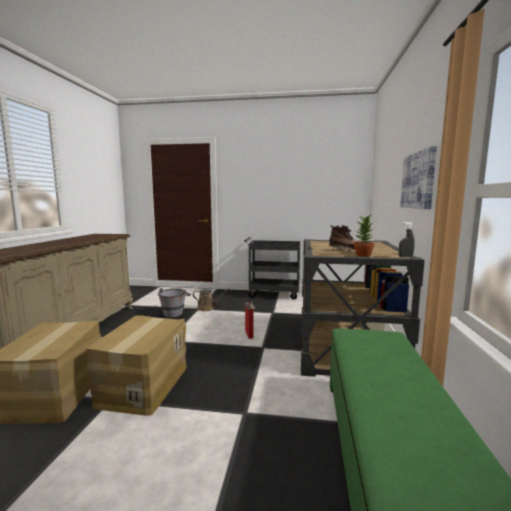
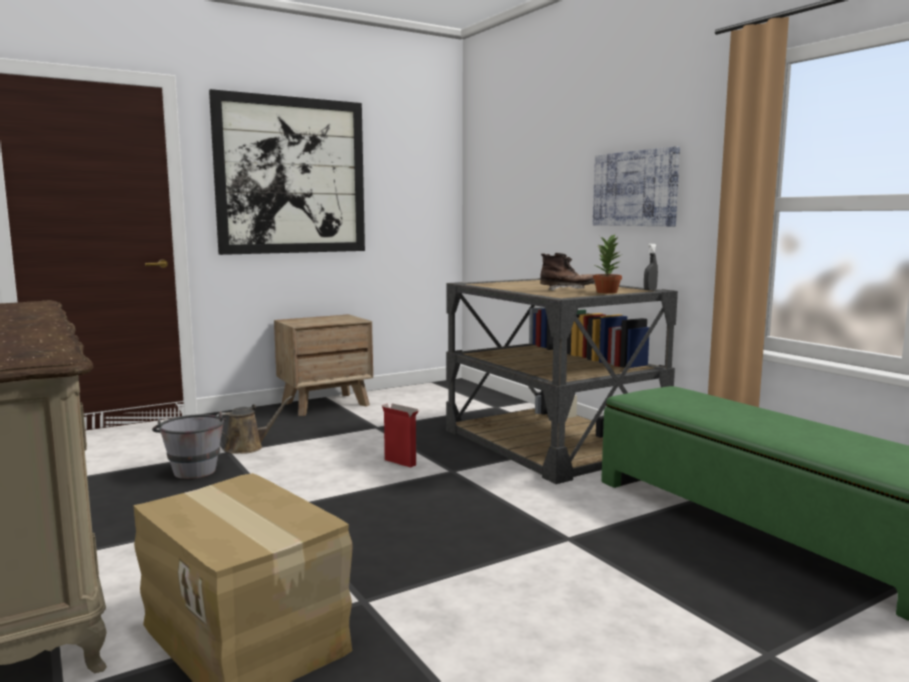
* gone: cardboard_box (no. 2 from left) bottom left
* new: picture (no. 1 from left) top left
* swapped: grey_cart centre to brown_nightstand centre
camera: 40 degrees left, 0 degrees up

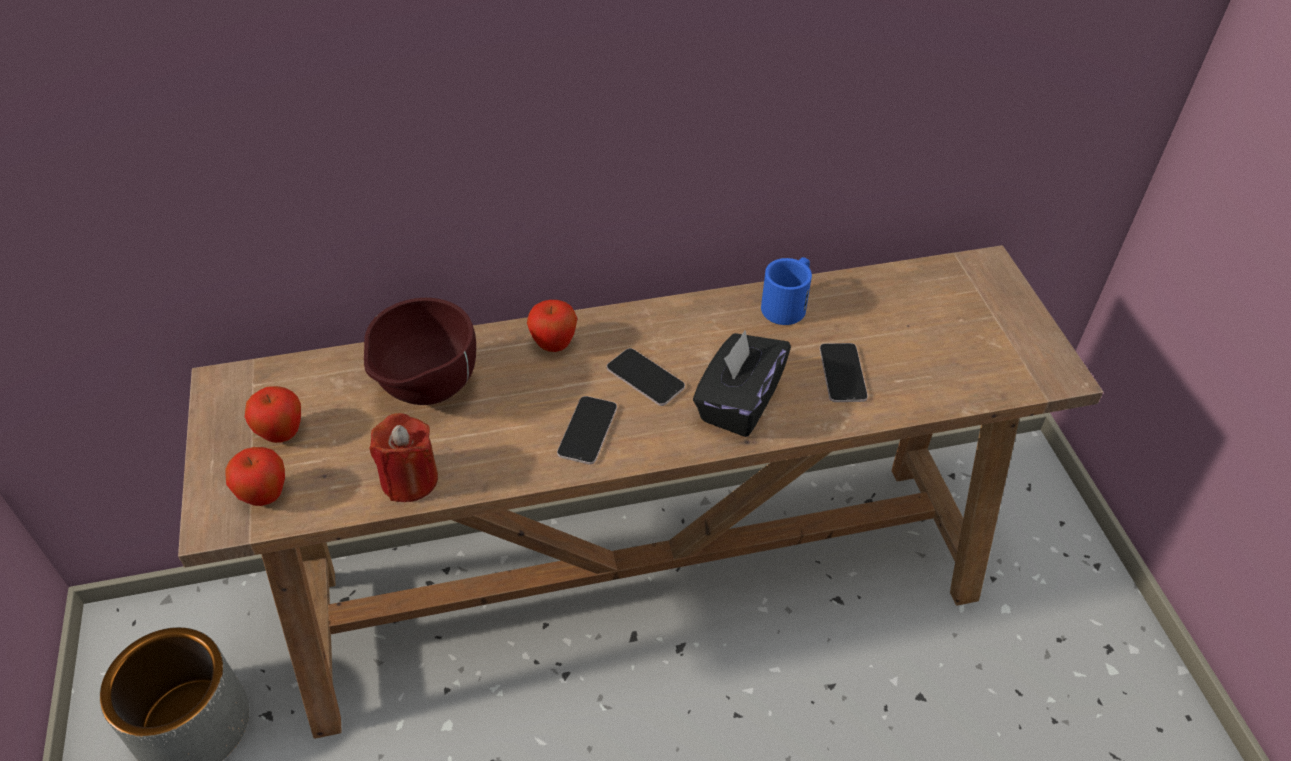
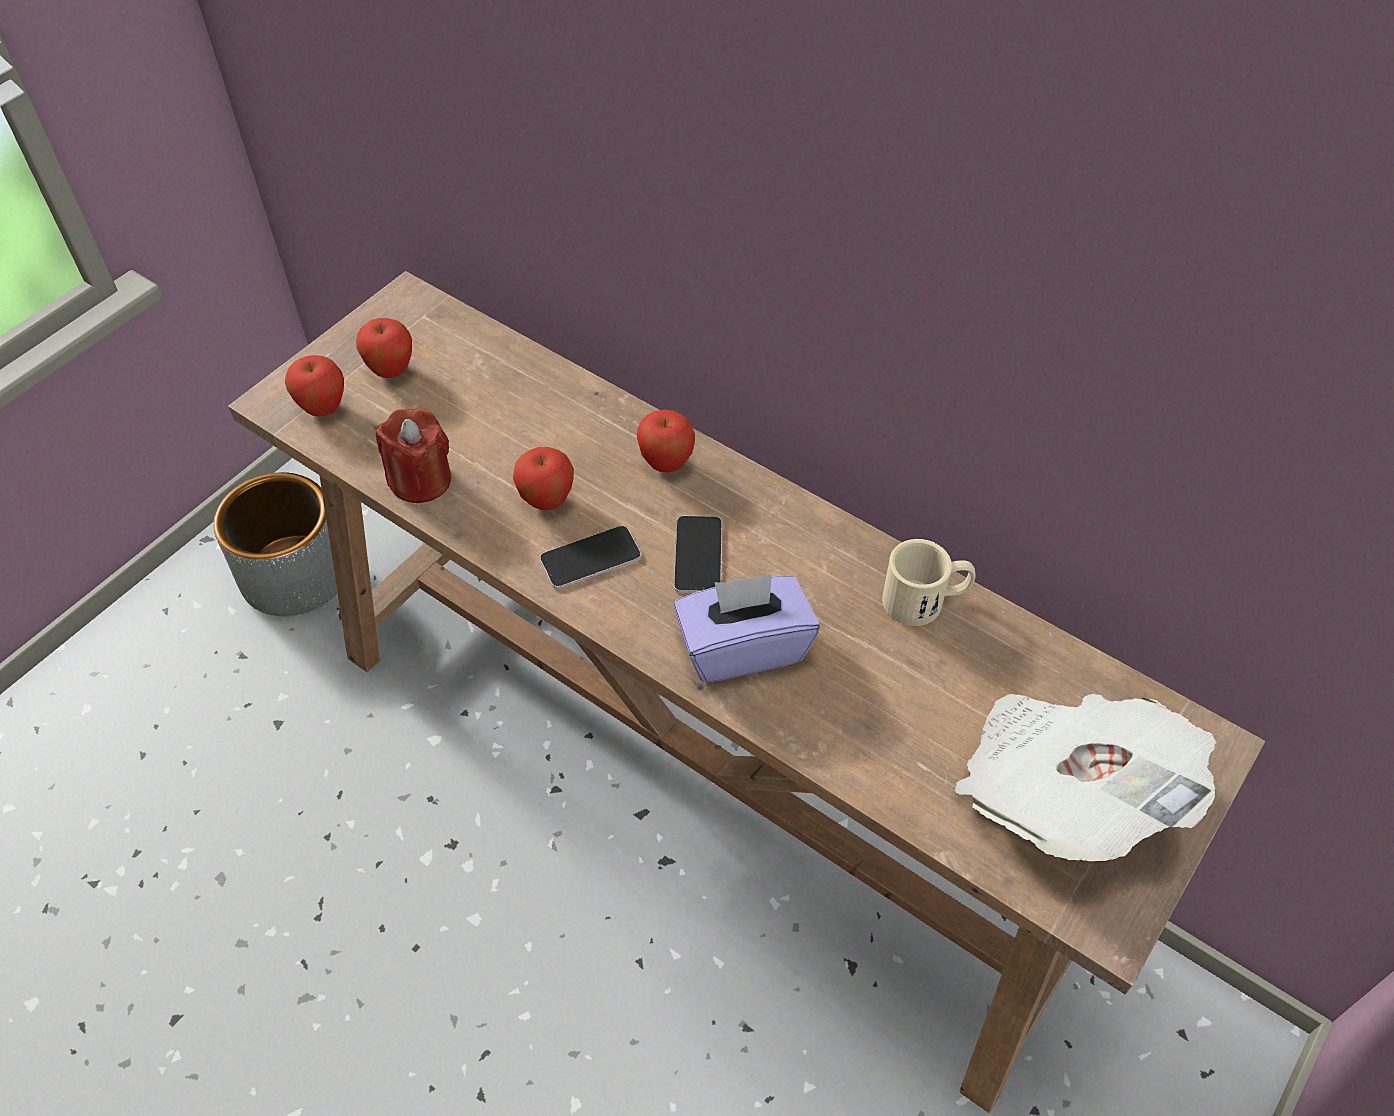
* gone: brown_bowl middle left
* gone: phone (no. 3 from left) centre
* new: apple (no. 3 from left) centre
* new: newspaper bottom right
* repainted: black_tissue_box centre to purple_tissue_box centre
* repainted: blue_mug centre to beige_mug centre
camera: 50 degrees right, 5 degrees up

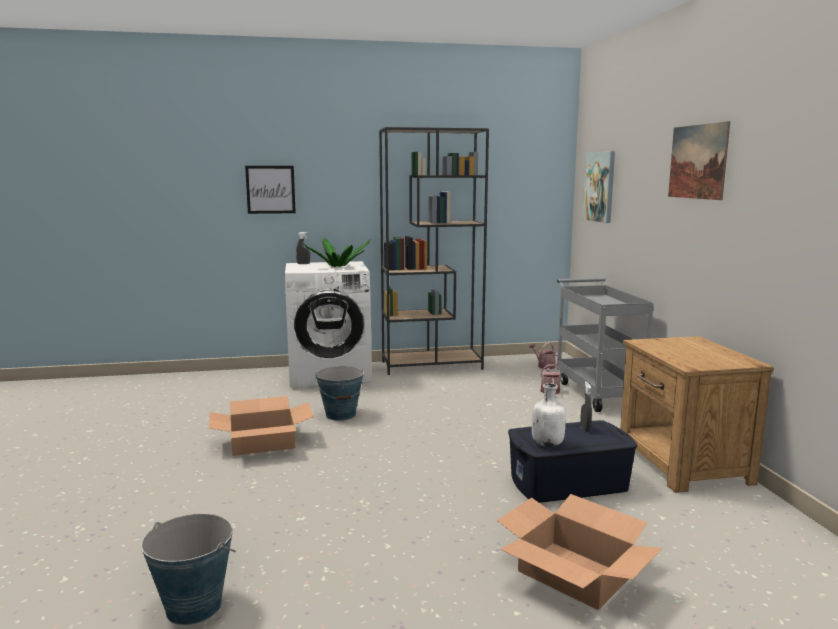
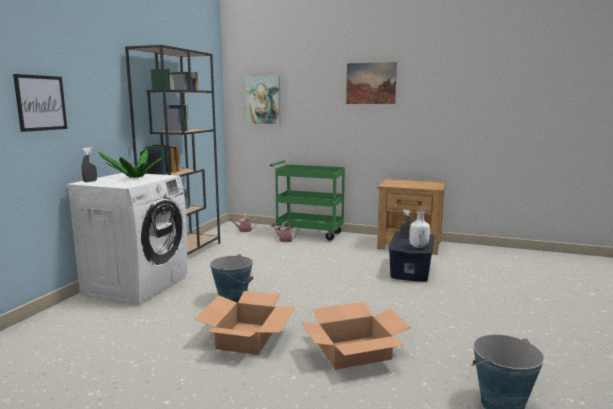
* shifted: cardboard_box (no. 2 from left) bottom right to bottom centre
* repainted: grey_cart middle right to green_cart centre
camera: 60 degrees left, 0 degrees up

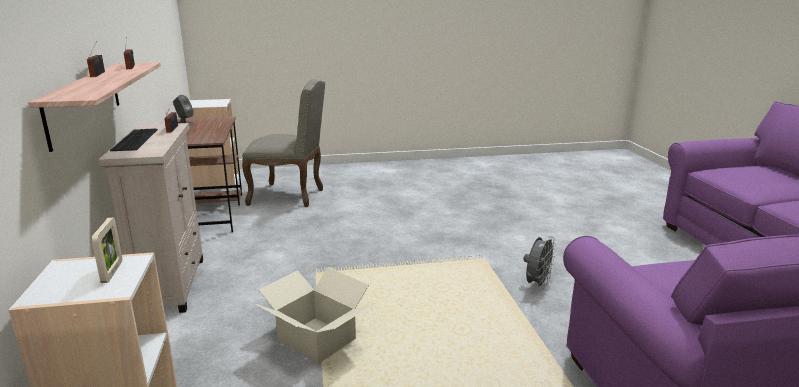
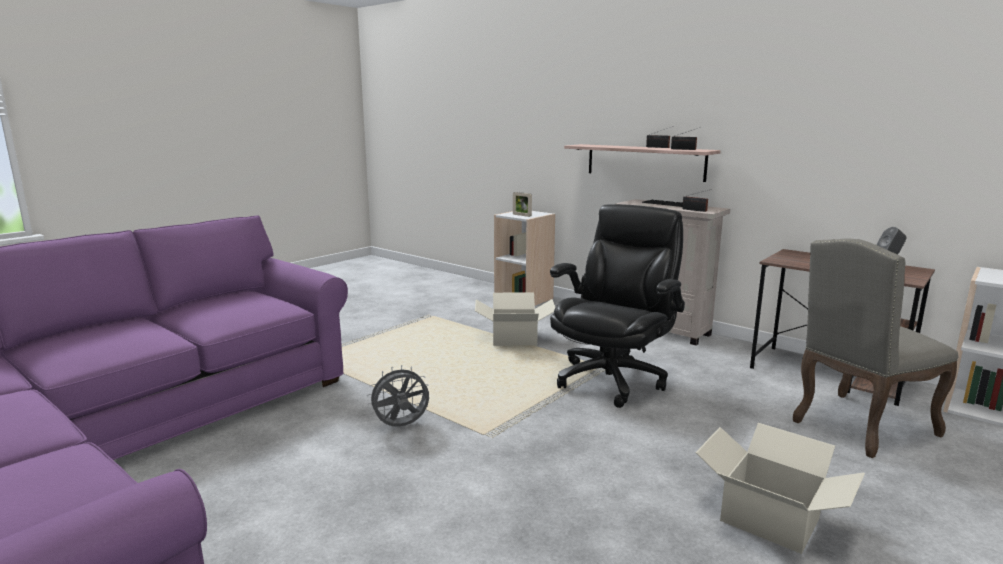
* new: black_office_chair centre
* new: cardboard_box (no. 2 from left) bottom right
* rotated: grey_fan bottom right = bottom centre 75 degrees clockwise
camera: 140 degrees right, 5 degrees down

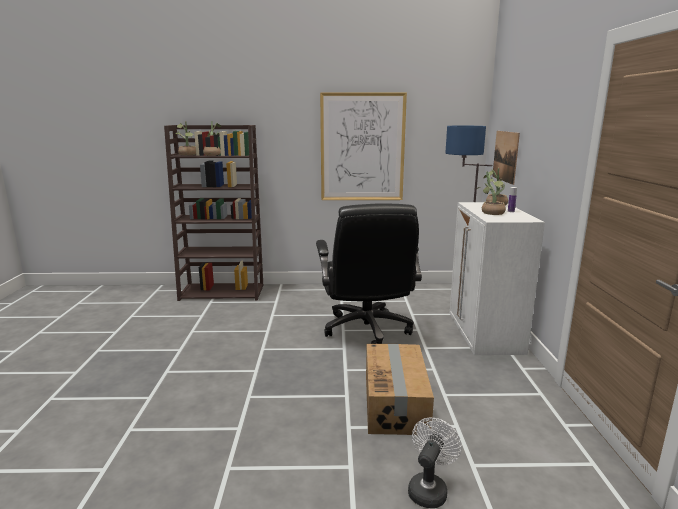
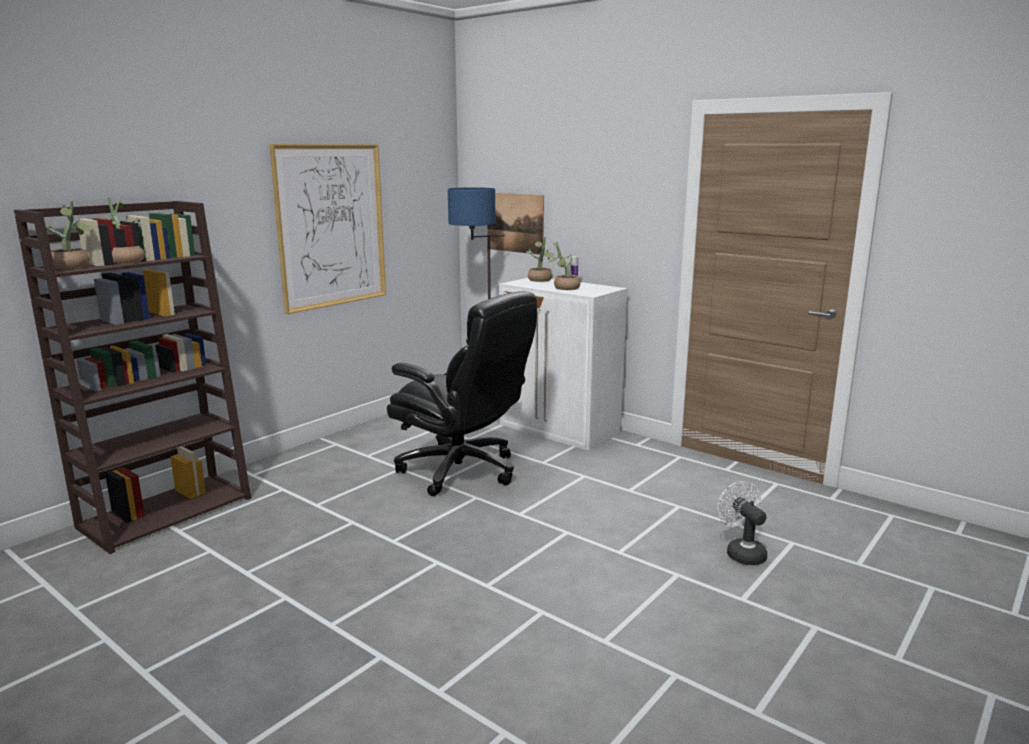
* gone: cardboard_box bottom centre
camera: 50 degrees left, 0 degrees up

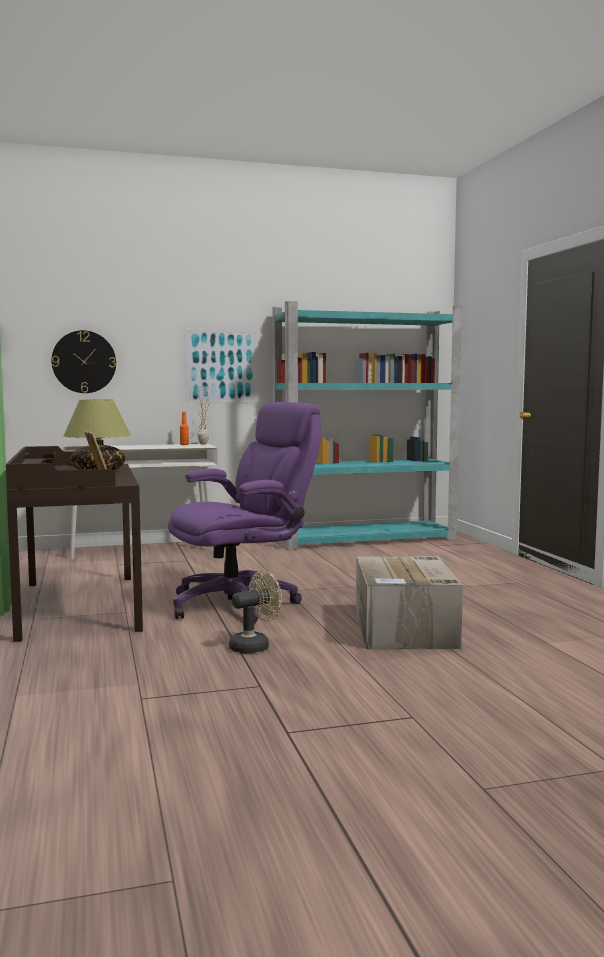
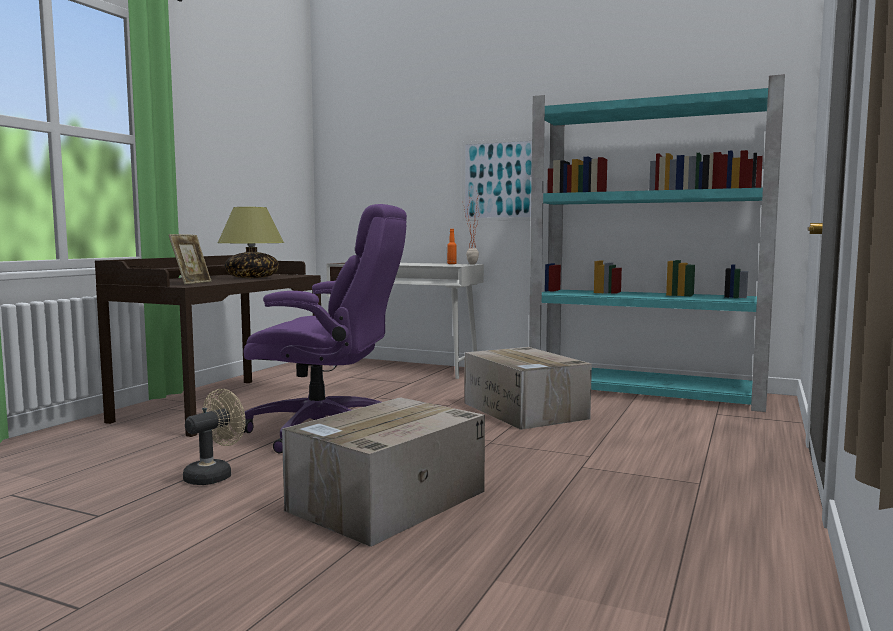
* gone: wall_clock middle left
* new: cardboard_box (no. 2 from left) centre
* rotated: beige_fan centre = bottom left 60 degrees counterclockwise
camera: 40 degrees right, 0 degrees up

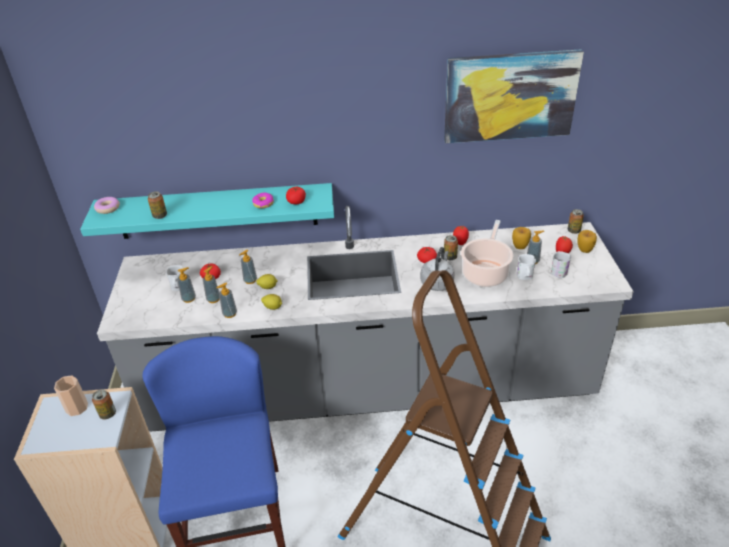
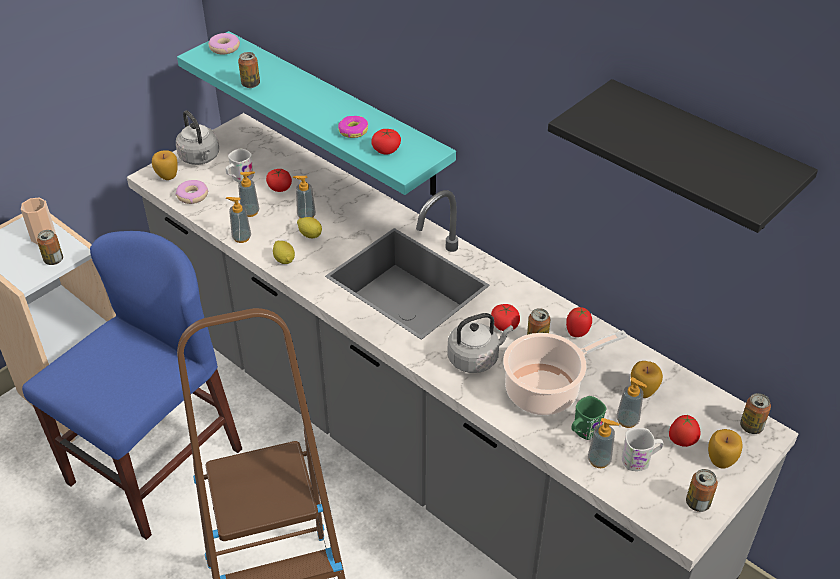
* new: apple (no. 1 from left) top left
* new: grey_kettle (no. 1 from left) top left
* new: donut (no. 1 from left) top left
* new: can (no. 4 from left) bottom right
* shifted: soap_dispenser (no. 1 from left in the first image) middle left to soap_dispenser (no. 4 from left) bottom right
* swapped: picture top right to black_shelf top right
* repainted: white_mug (no. 2 from left) middle right to green_mug bottom right
camera: 45 degrees right, 5 degrees up

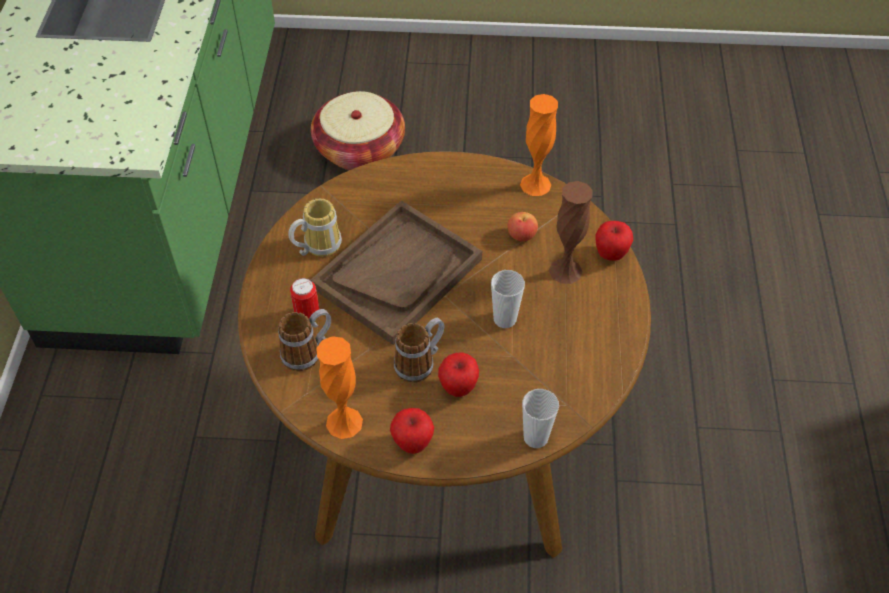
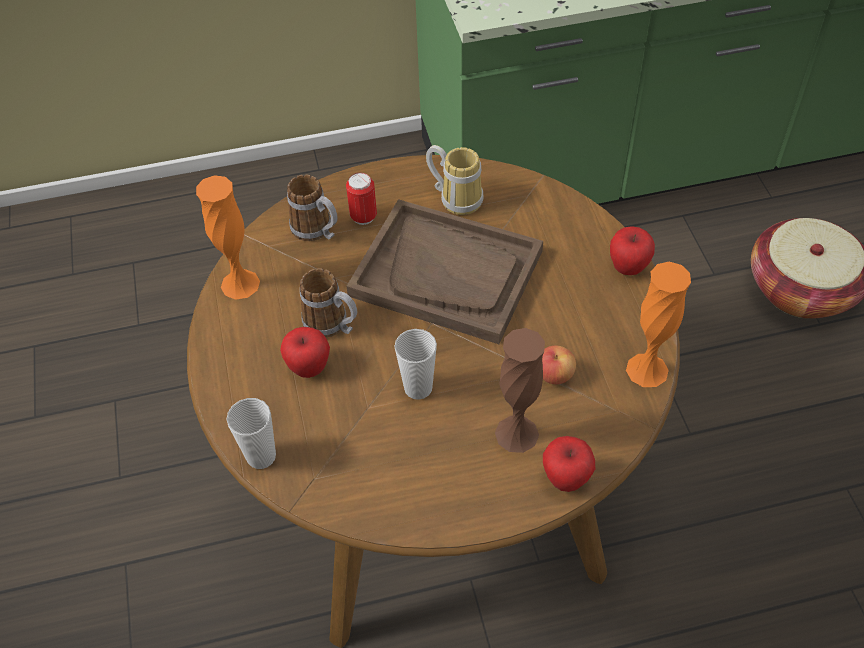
* shifted: apple (no. 1 from left in the first image) bottom centre to apple (no. 4 from left) middle right
camera: 75 degrees right, 0 degrees up

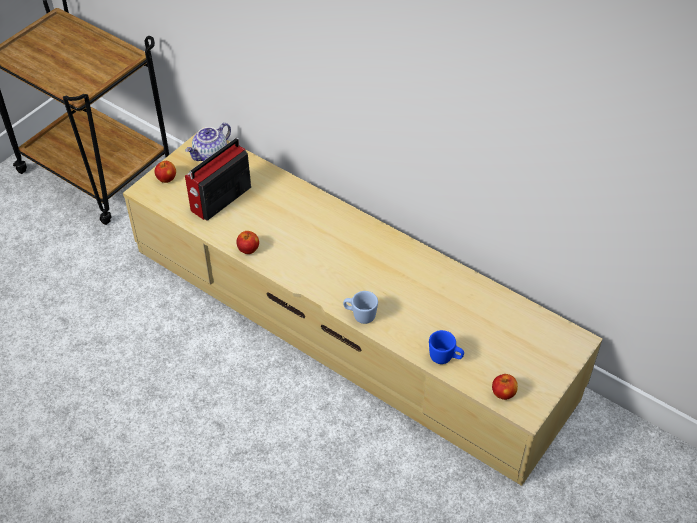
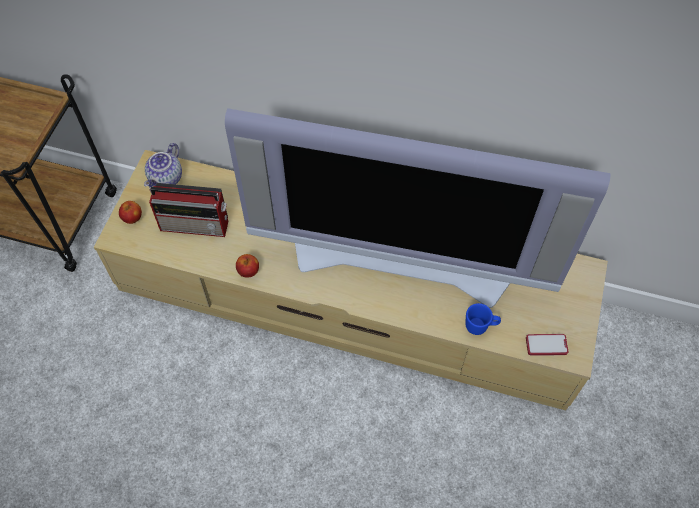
* gone: blue_mug (no. 1 from left) centre
* new: television centre
* swapped: apple (no. 3 from left) bottom right to phone bottom right
* rotated: radio middle left = middle left 105 degrees counterclockwise
camera: 20 degrees left, 10 degrees up

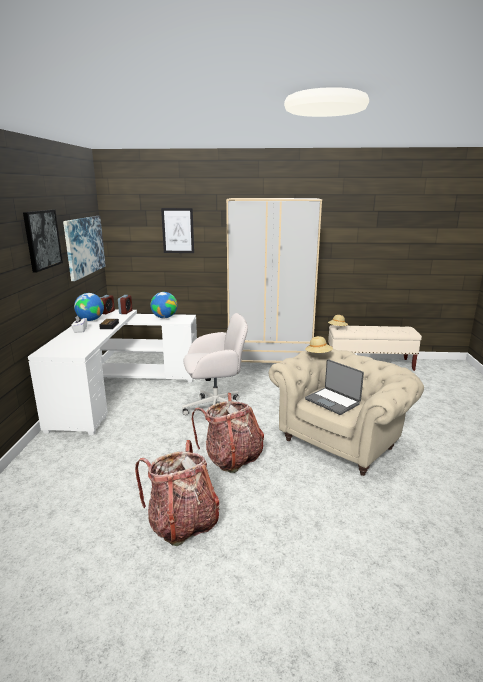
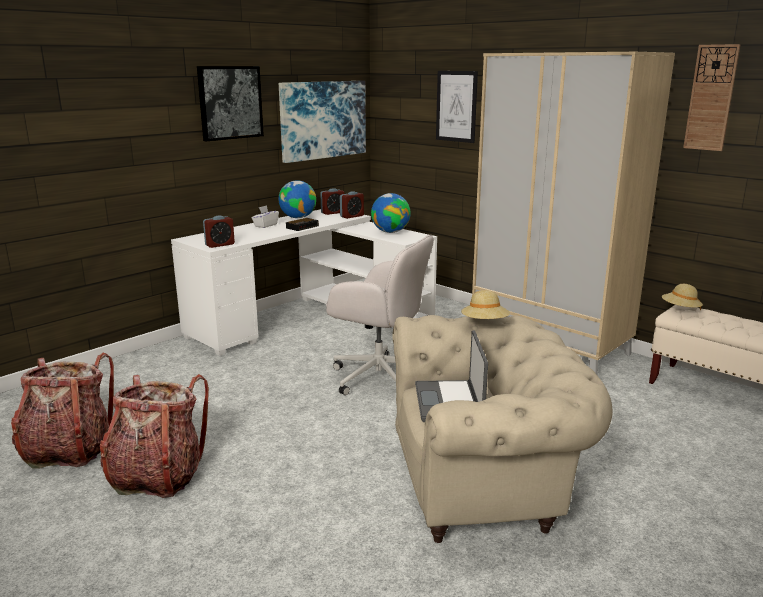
* new: alarm_clock (no. 1 from left) middle left
* new: wall_clock top right
* shifted: backpack (no. 2 from left in the first image) centre to backpack (no. 1 from left) bottom left
camera: 40 degrees right, 0 degrees up

